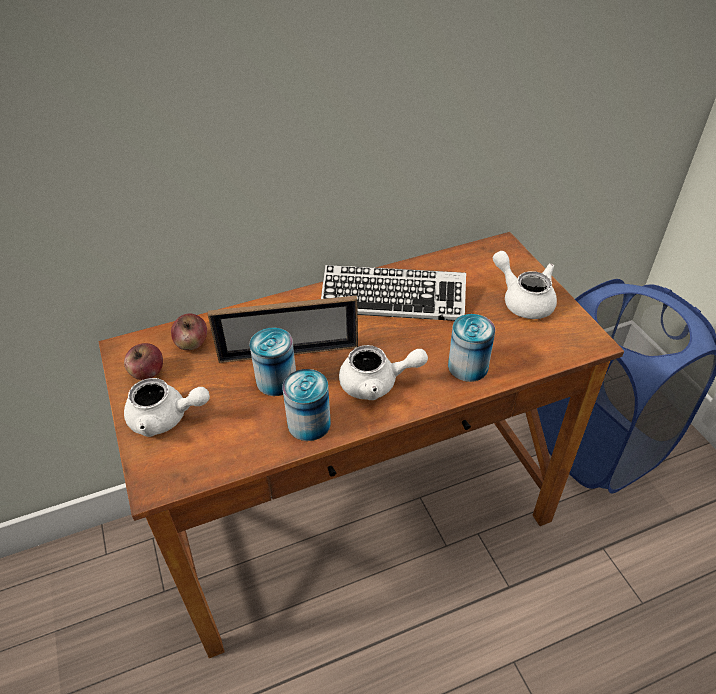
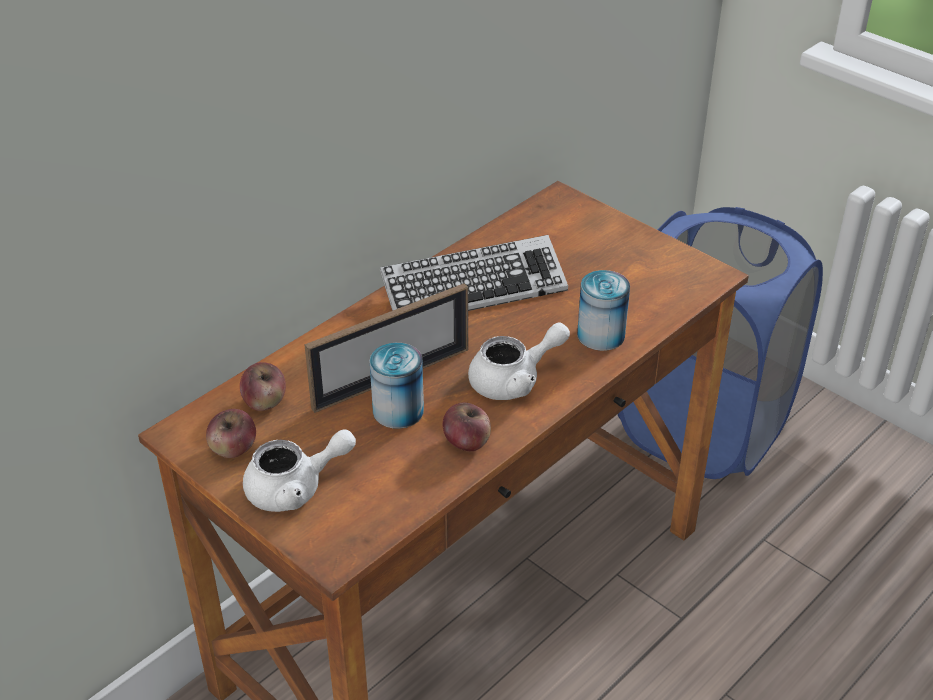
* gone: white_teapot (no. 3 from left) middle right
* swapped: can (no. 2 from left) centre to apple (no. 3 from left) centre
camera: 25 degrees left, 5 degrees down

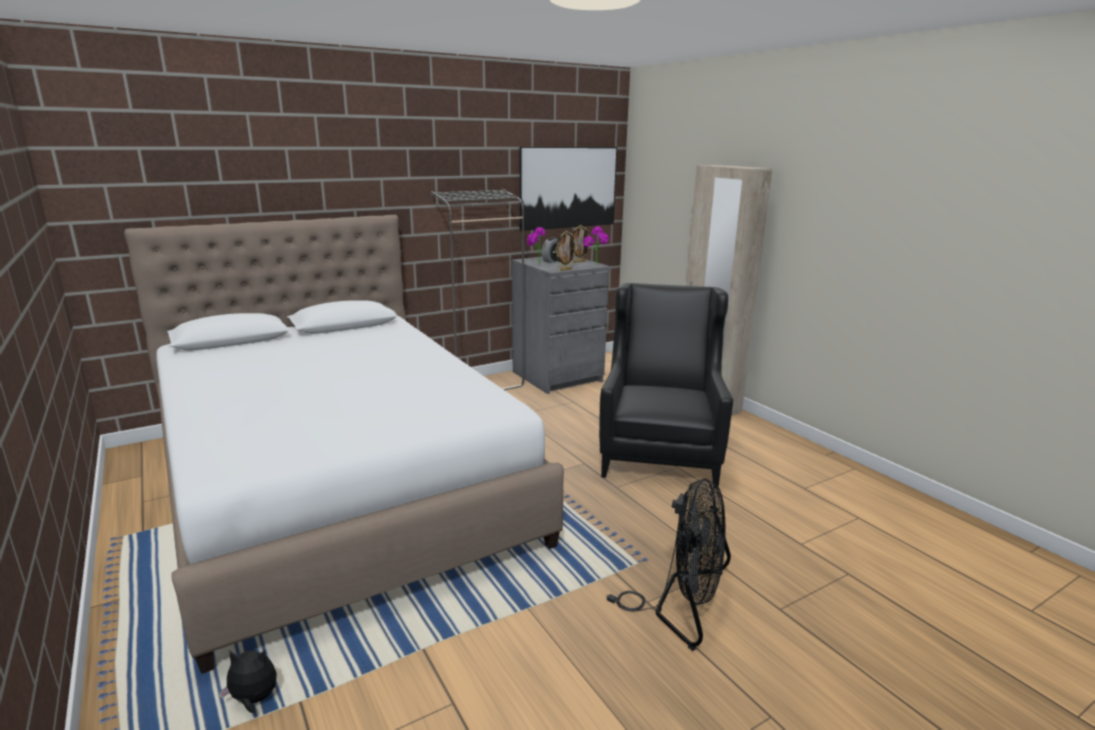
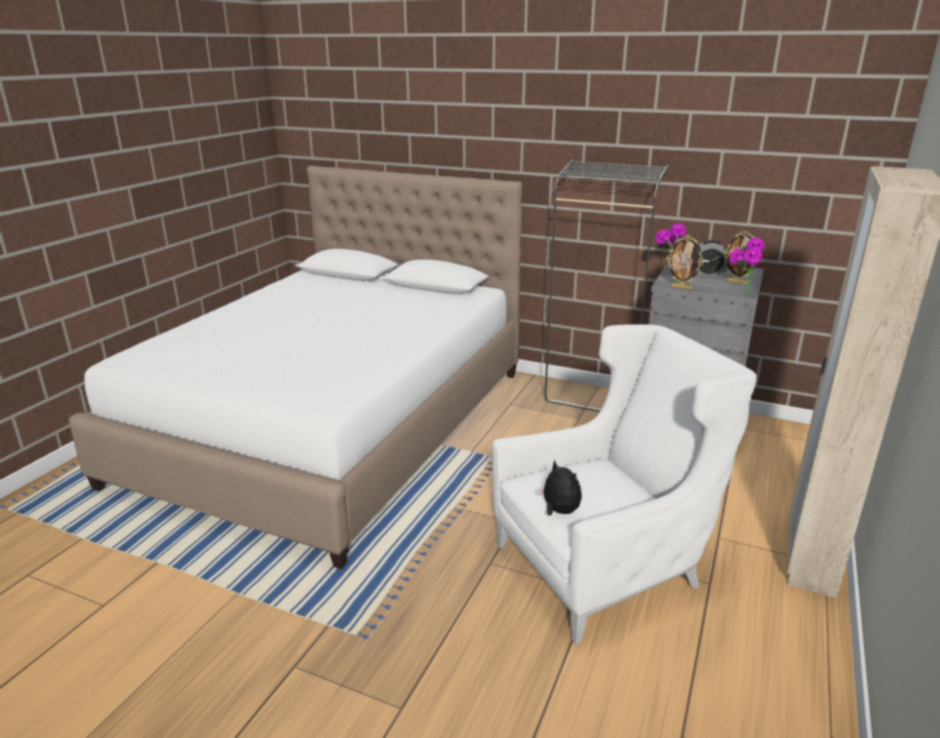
* gone: picture top centre
* gone: black_fan bottom centre
* shifted: plush_toy bottom left to centre
* repainted: black_armchair centre to white_armchair centre
camera: 55 degrees right, 5 degrees up

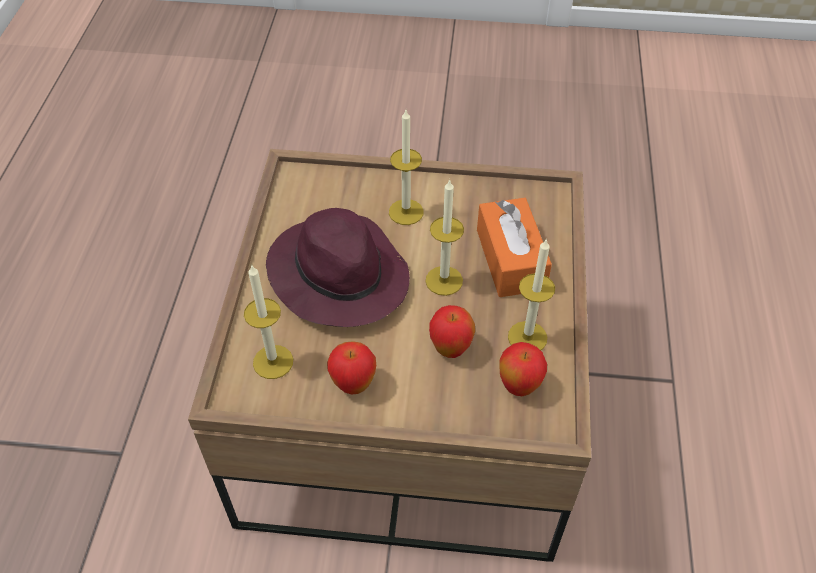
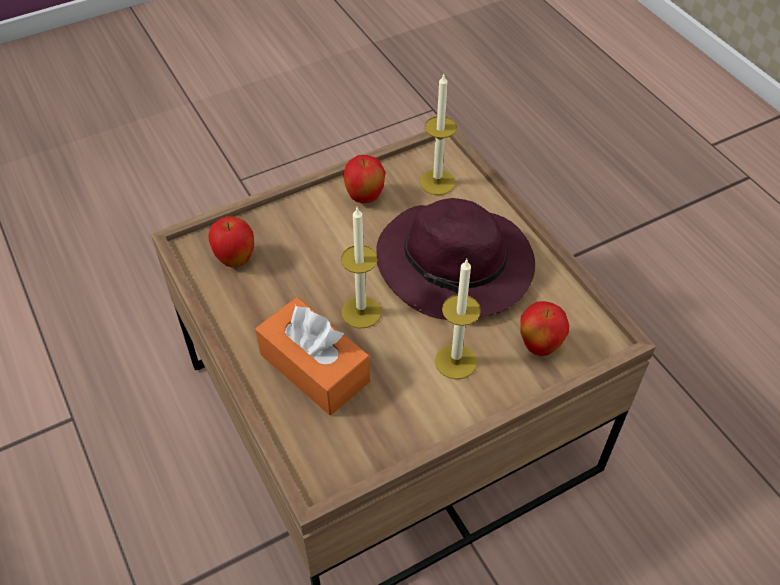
* gone: candle (no. 4 from left) centre
* shifted: apple (no. 2 from left in the first image) centre to apple (no. 3 from left) middle right
camera: 145 degrees right, 0 degrees up

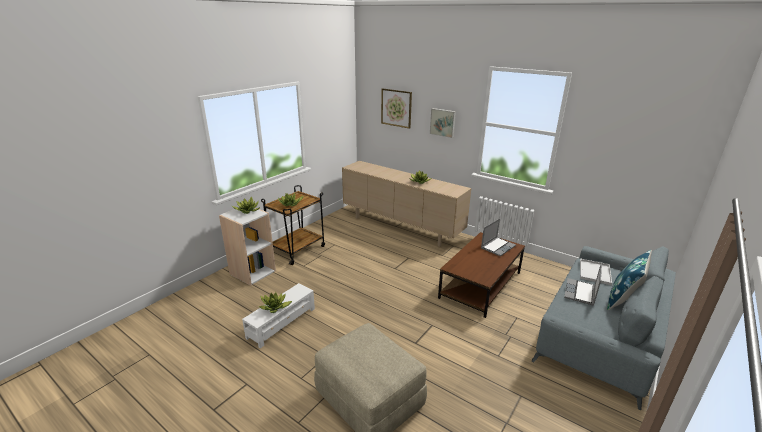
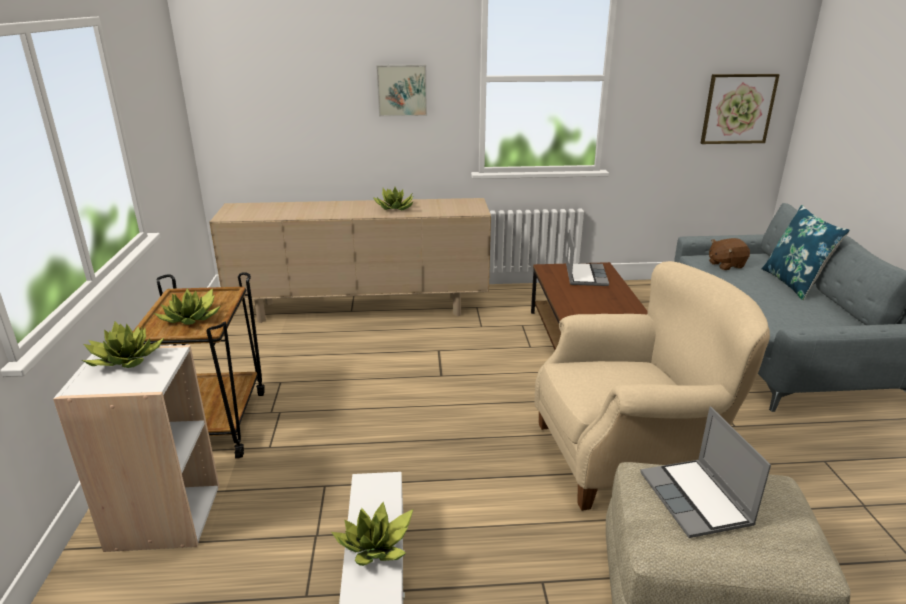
* new: beige_armchair middle right
* shifted: picture (no. 1 from left in the first image) top centre to picture (no. 2 from left) top right
* shifted: laptop (no. 2 from left) middle right to bottom right
* swapped: white_tray middle right to brown_plush_toy middle right
camera: 40 degrees left, 0 degrees up

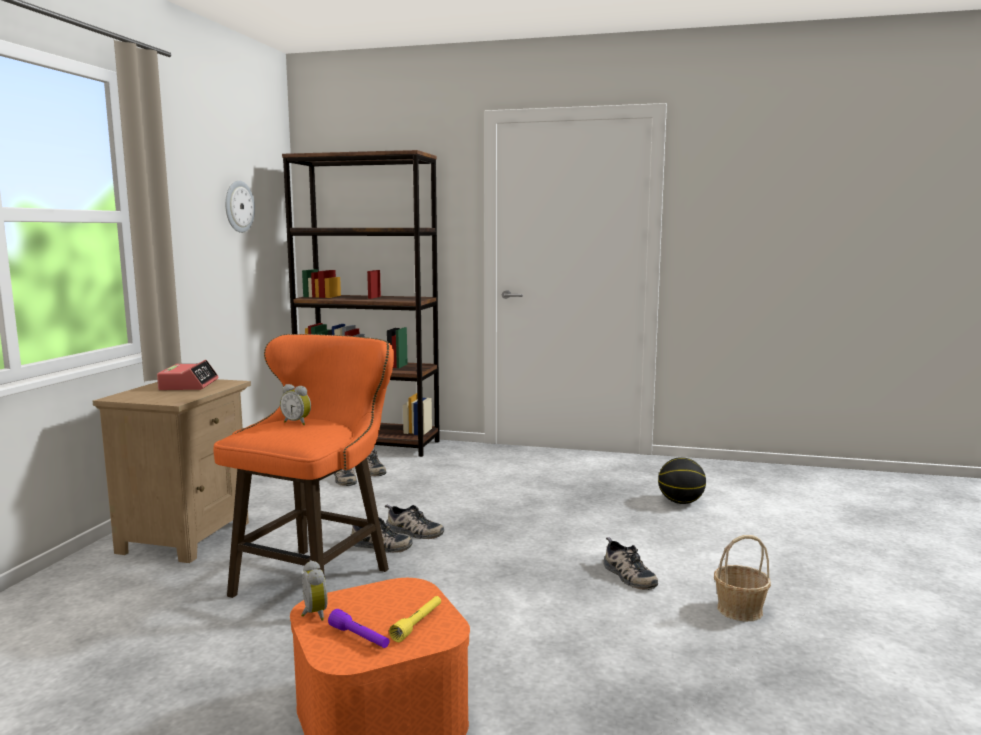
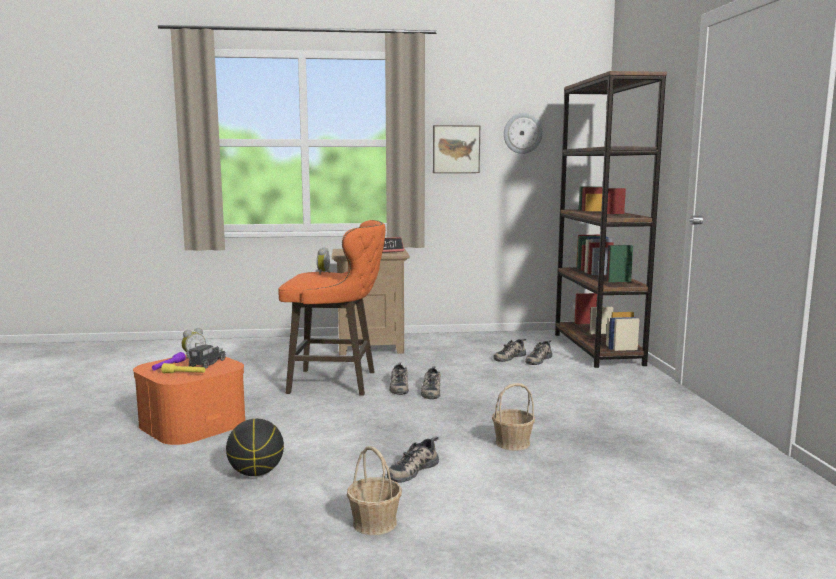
* new: toy_truck middle left
* new: picture top centre
* new: basket (no. 2 from left) bottom centre
* shifted: basketball middle right to bottom left
camera: 70 degrees right, 0 degrees up

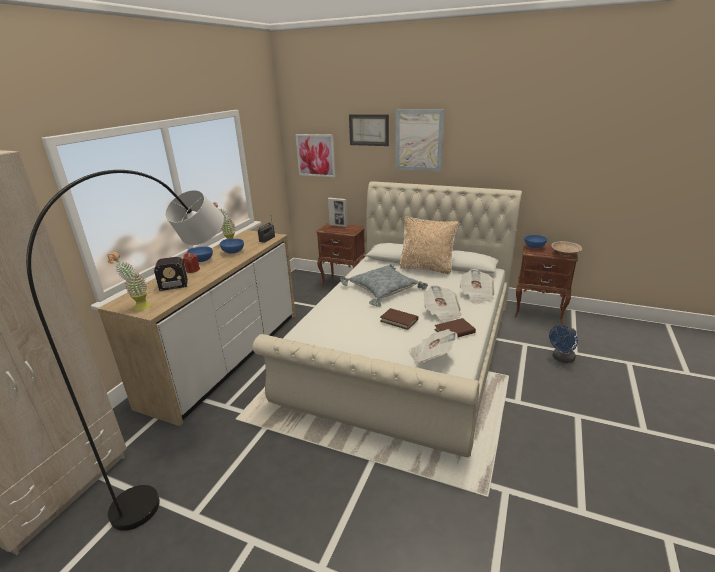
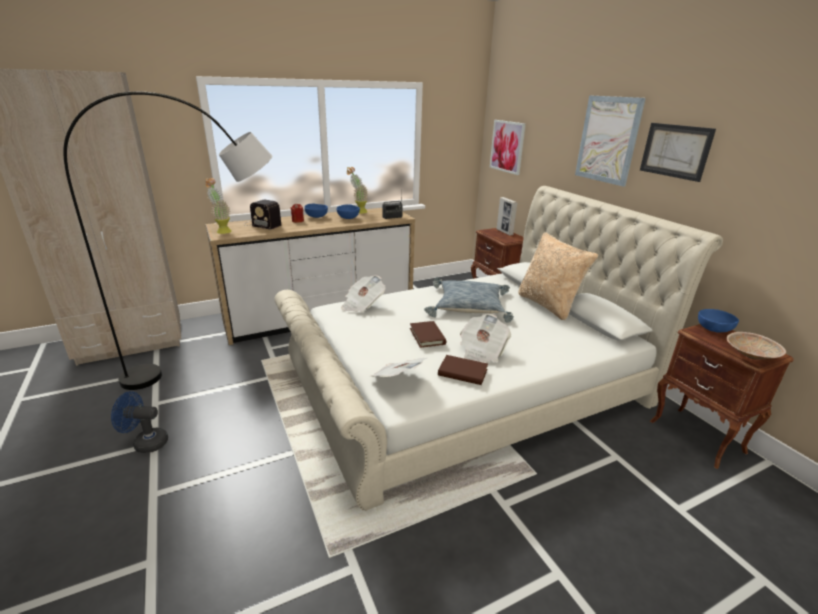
* shifted: picture (no. 2 from left in the first image) top centre to picture (no. 3 from left) top right
* shifted: newspaper (no. 3 from left in the first image) middle right to newspaper (no. 1 from left) centre
* shifted: blue_fan middle right to bottom left
camera: 40 degrees right, 0 degrees up

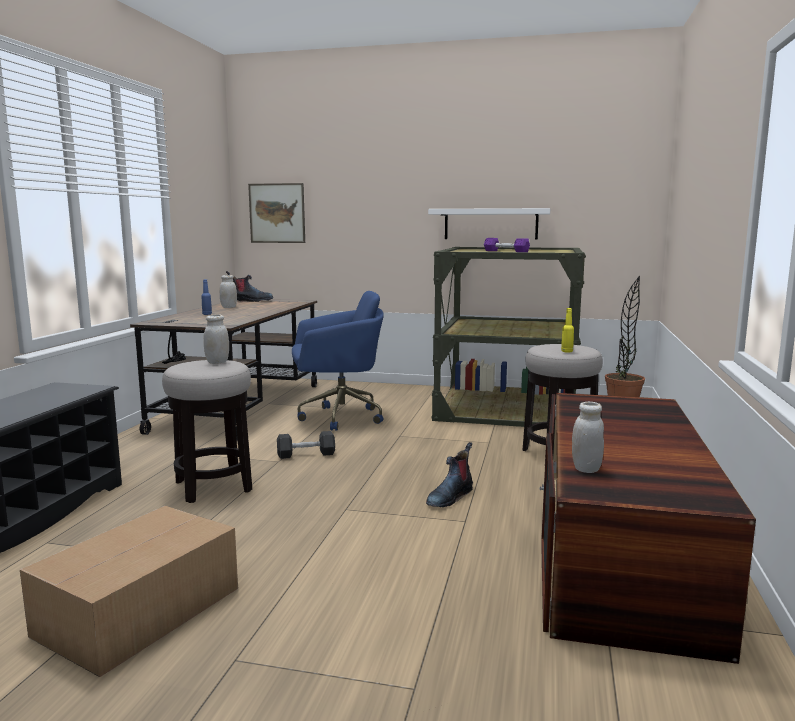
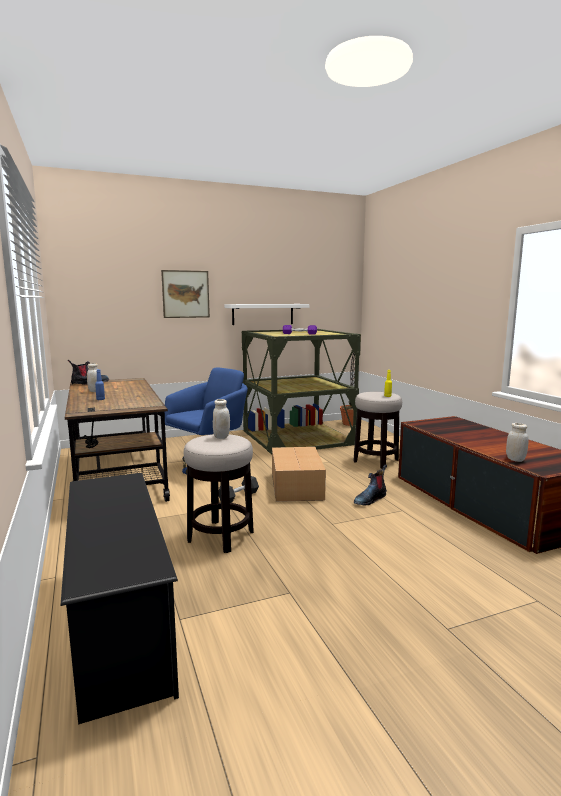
* shifted: cardboard_box bottom left to centre
* shifted: picture top centre to middle left
* rotated: boot (no. 2 from left) centre = centre 45 degrees clockwise
camera: 35 degrees left, 0 degrees up

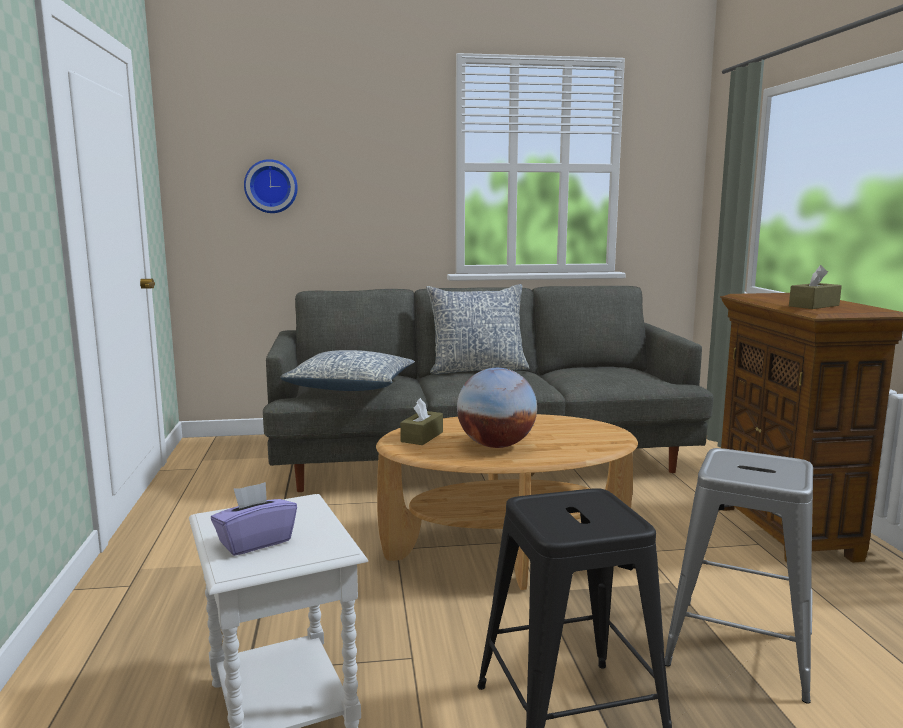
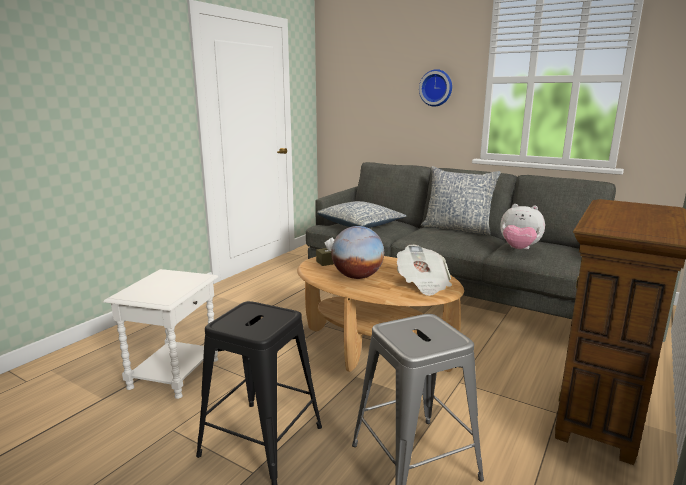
* gone: purple_tissue_box bottom left
* gone: brown_tissue_box (no. 2 from left) middle right
* new: newspaper centre
* new: plush_toy middle right
* shifted: wall_clock top left to top centre
camera: 40 degrees right, 5 degrees up

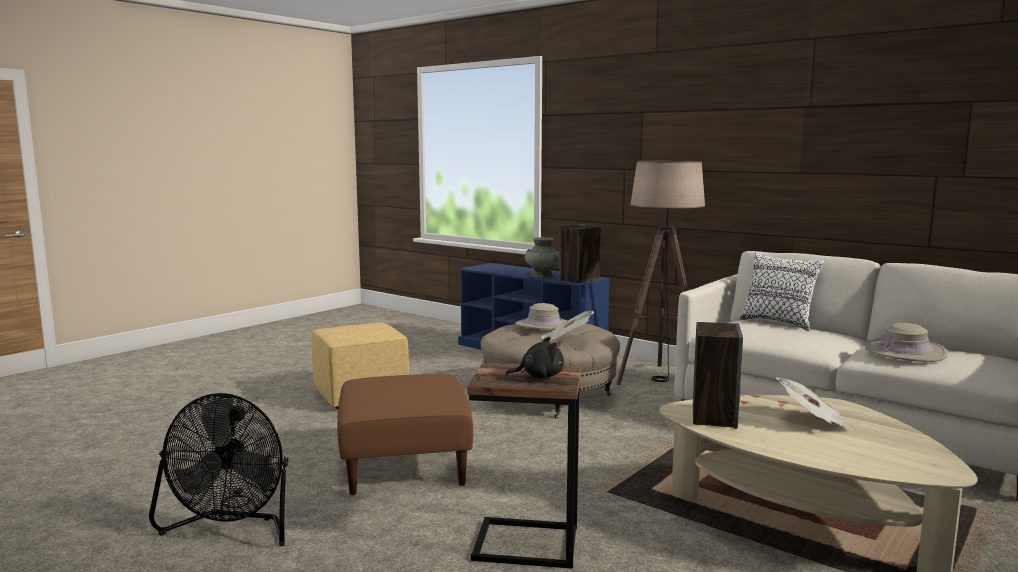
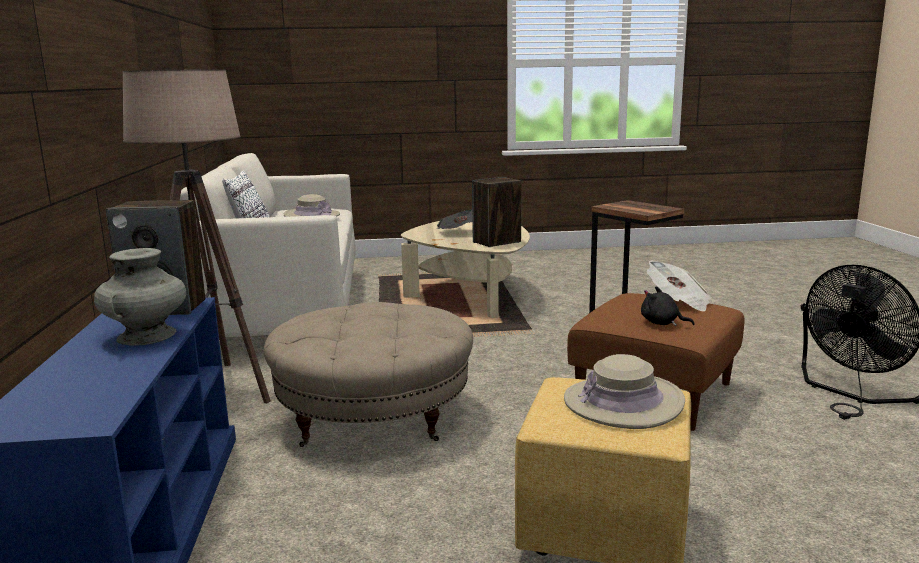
* shifted: black_plush_toy centre to middle right
* shifted: beige_hat (no. 1 from left in the first image) centre to beige_hat (no. 2 from left) bottom right
* shifted: newspaper (no. 1 from left in the first image) centre to newspaper (no. 2 from left) middle right
camera: 135 degrees left, 5 degrees up

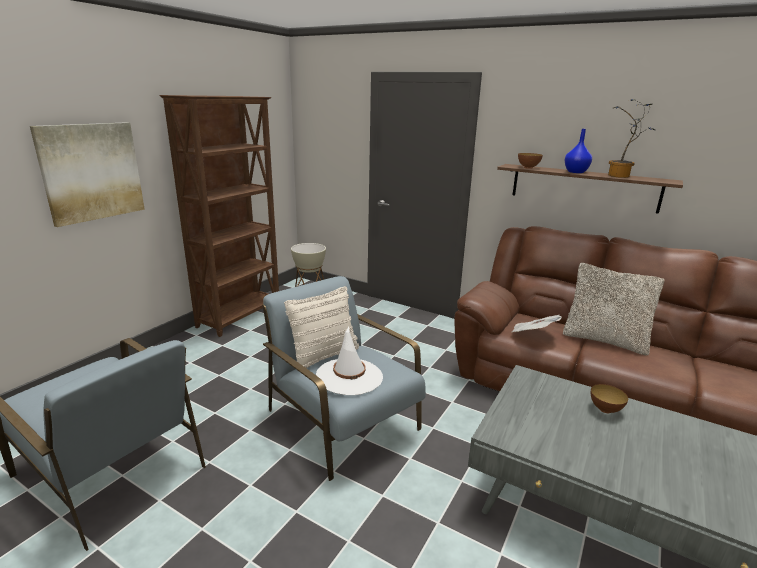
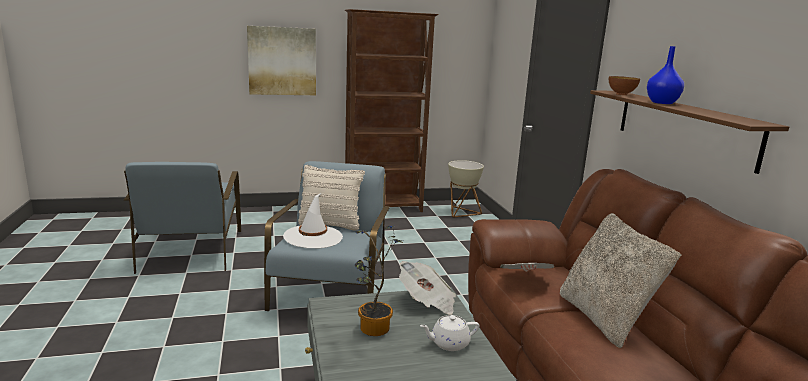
* new: newspaper (no. 1 from left) bottom centre
* shifted: potted_plant top right to bottom centre
* swapped: bowl (no. 2 from left) bottom right to white_teapot bottom centre
camera: 45 degrees right, 5 degrees down

